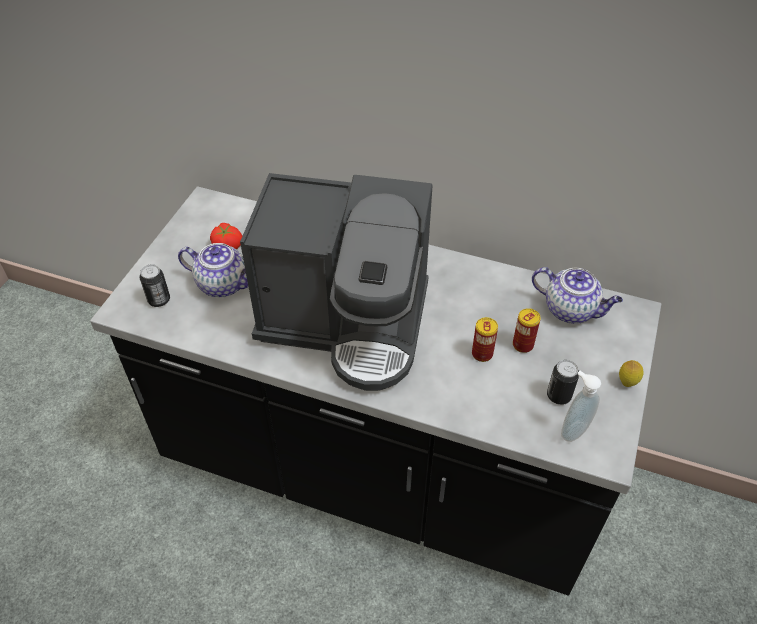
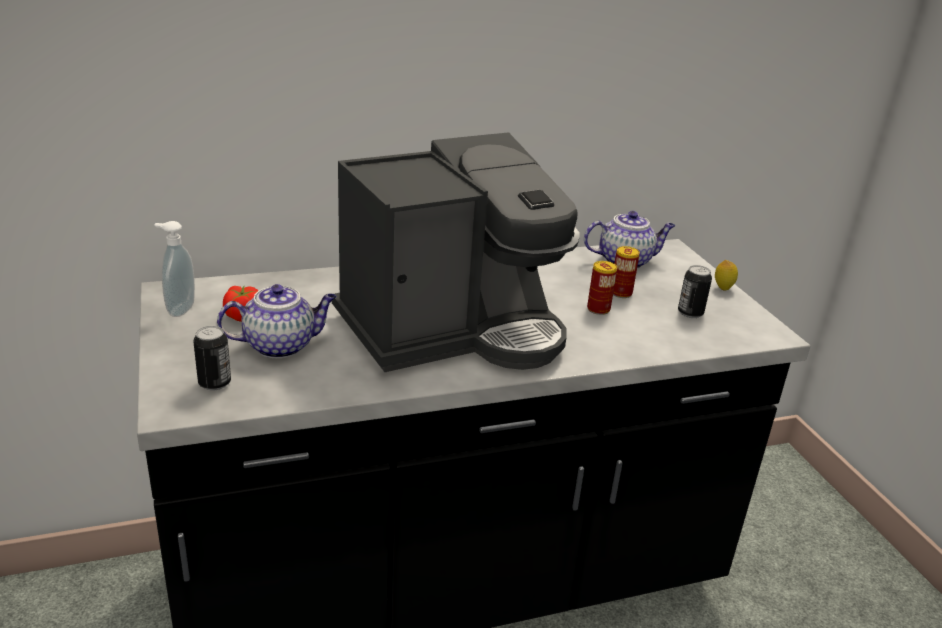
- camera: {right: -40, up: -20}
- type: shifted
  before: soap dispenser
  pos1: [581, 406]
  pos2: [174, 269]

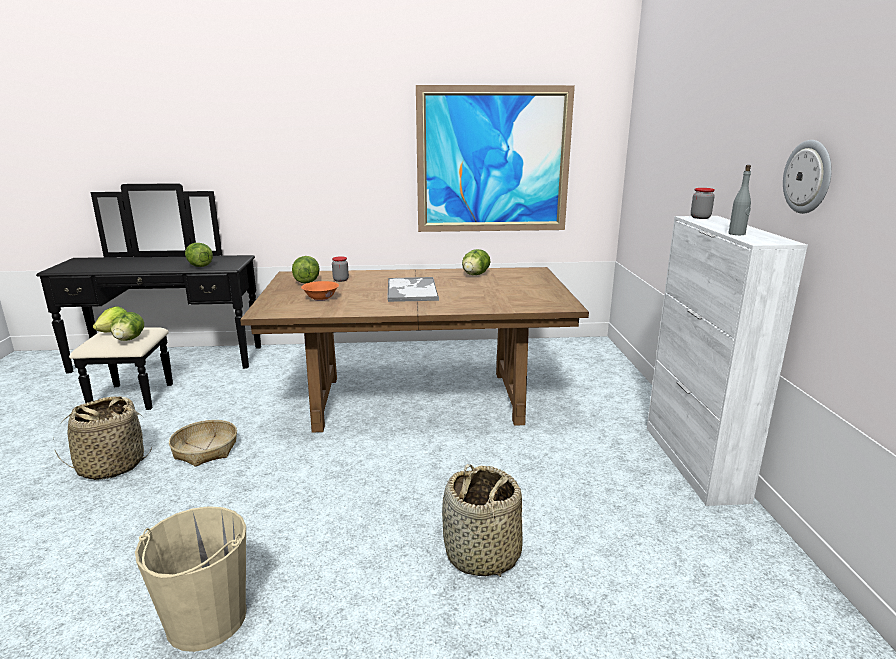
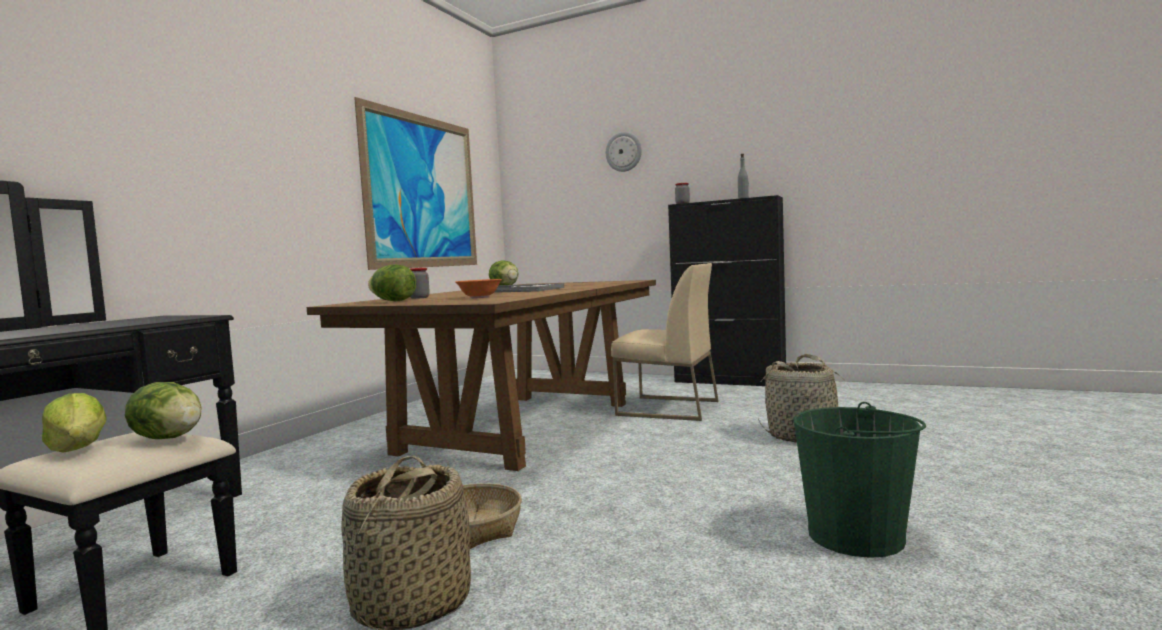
- camera: {right: -60, up: -15}
- type: shifted
  before: wall clock
  pos1: [807, 177]
  pos2: [624, 152]
- type: new
  after: beige chair
  pos2: [665, 342]
- type: repainted
  before: white cabinet
  after: black cabinet
  pos1: [727, 361]
  pos2: [727, 290]
- type: repainted
  before: beige bucket
  after: green bucket
  pos1: [191, 579]
  pos2: [859, 480]
- type: gone
  before: lettuce
  pos1: [199, 255]

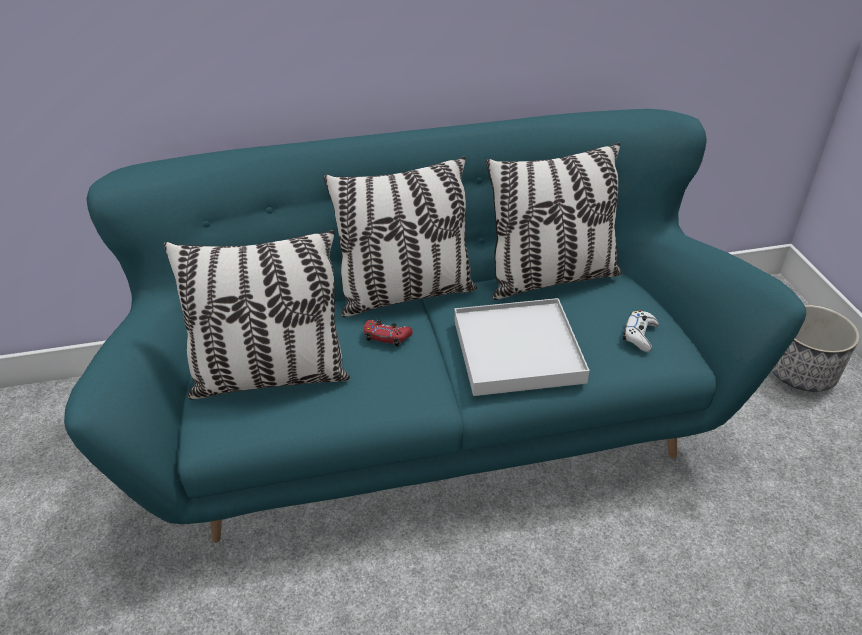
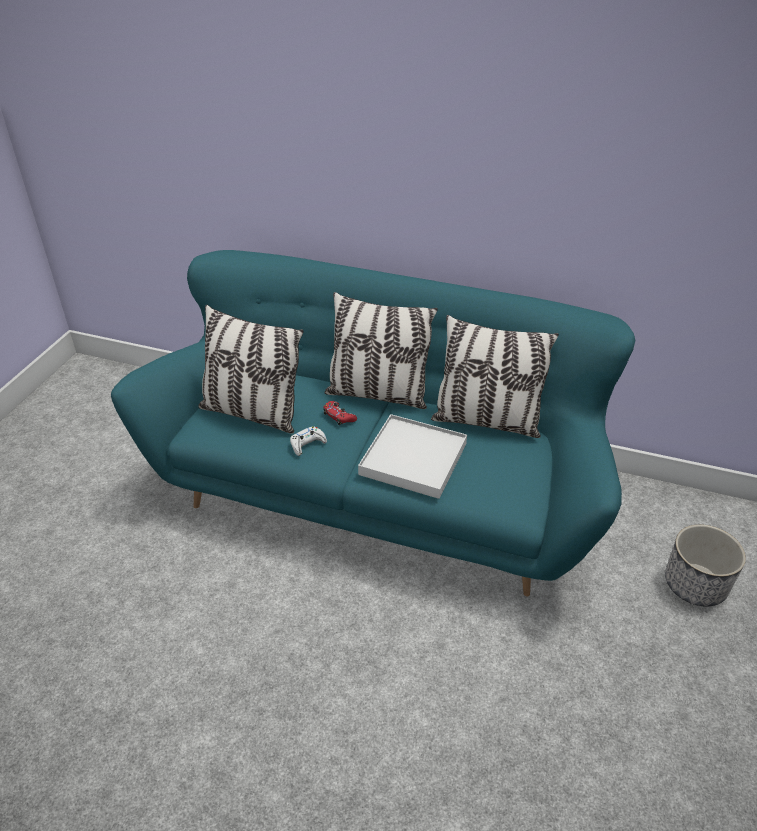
- camera: {right: 30, up: 0}
- type: shifted
  before: white game controller
  pos1: [641, 331]
  pos2: [308, 441]

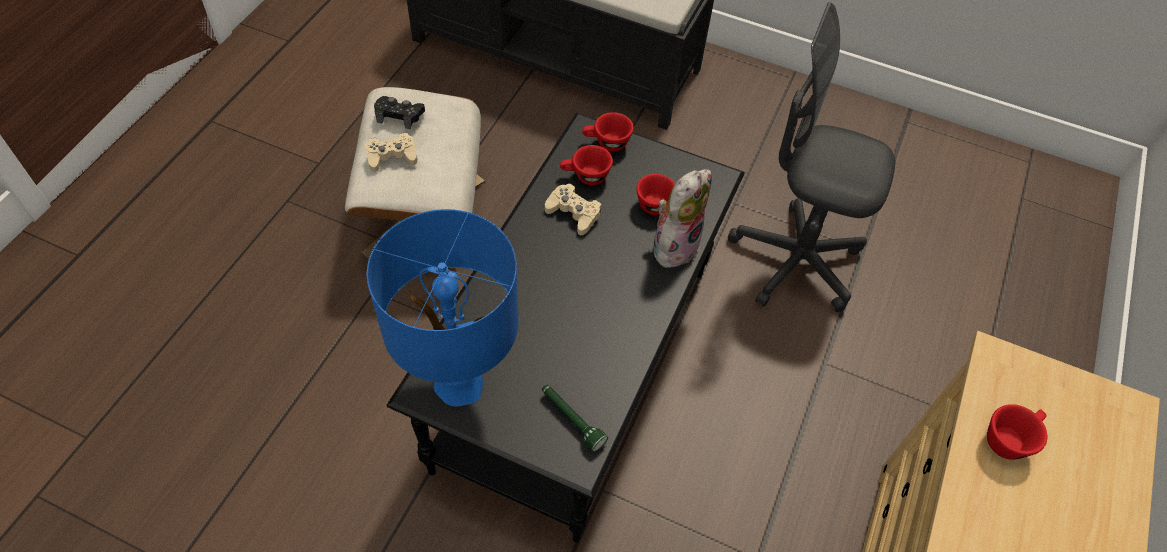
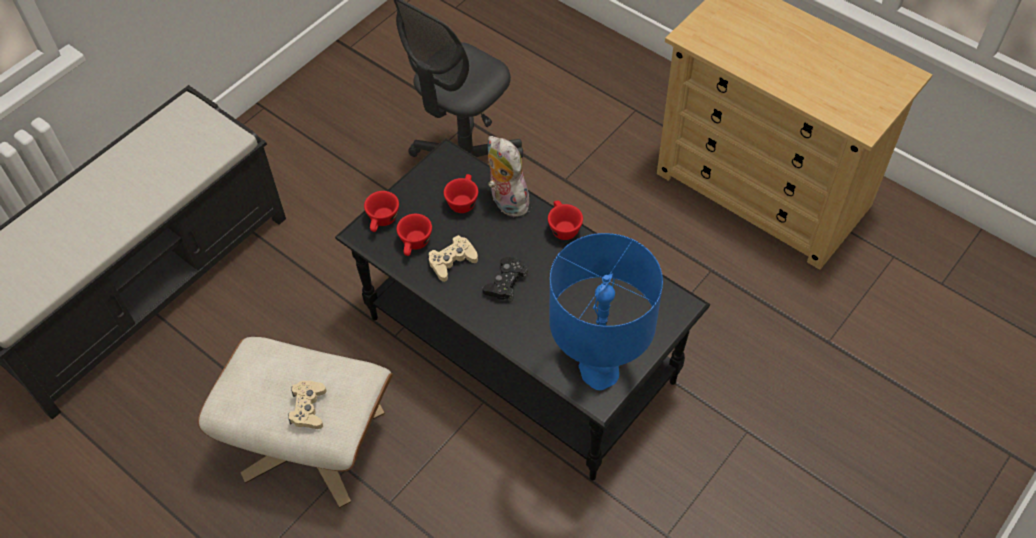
- camera: {right: -70, up: 0}
- type: shifted
  before: black game controller
  pos1: [399, 112]
  pos2: [505, 279]
- type: shifted
  before: red cup
  pos1: [1017, 432]
  pos2: [565, 220]
- type: gone
  before: green flashlight
  pos1: [575, 418]

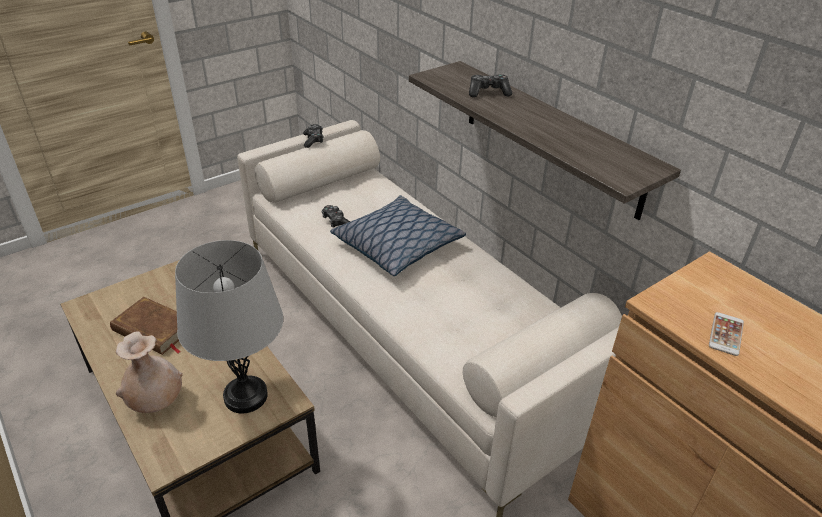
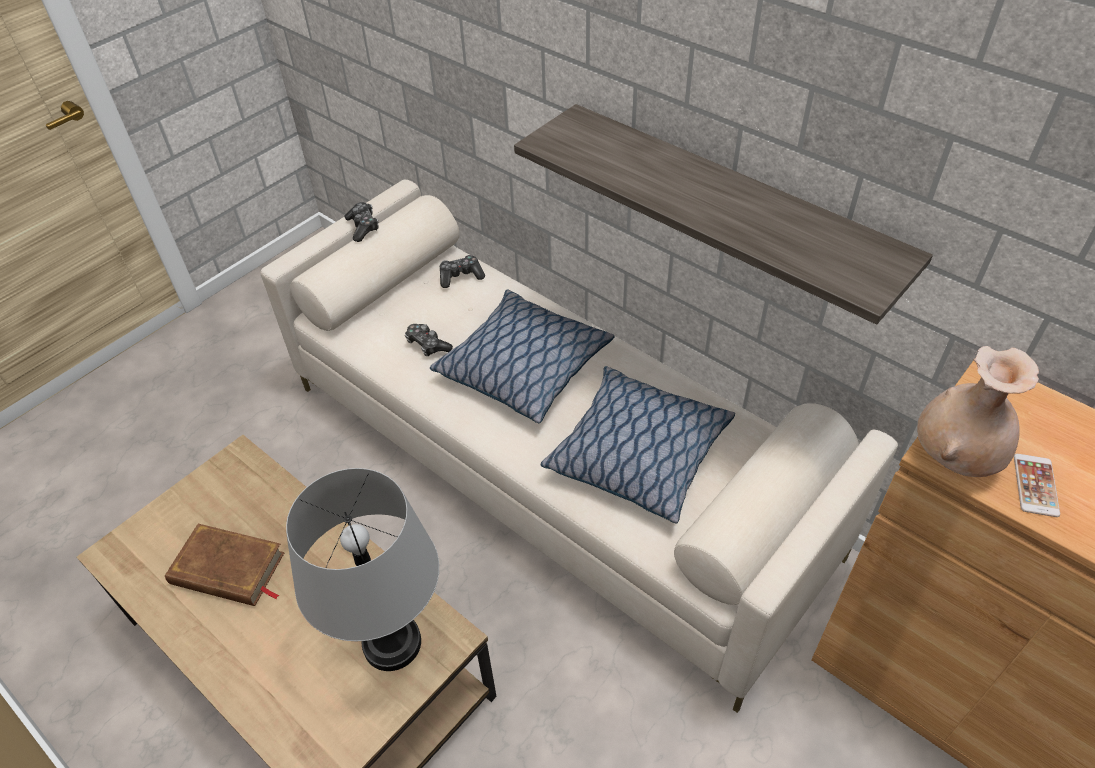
- camera: {right: -10, up: 10}
- type: shifted
  before: game controller
  pos1: [490, 85]
  pos2: [462, 271]
- type: new
  after: pillow
  pos2: [638, 445]
- type: shifted
  before: beige vase
  pos1: [149, 372]
  pos2: [978, 411]

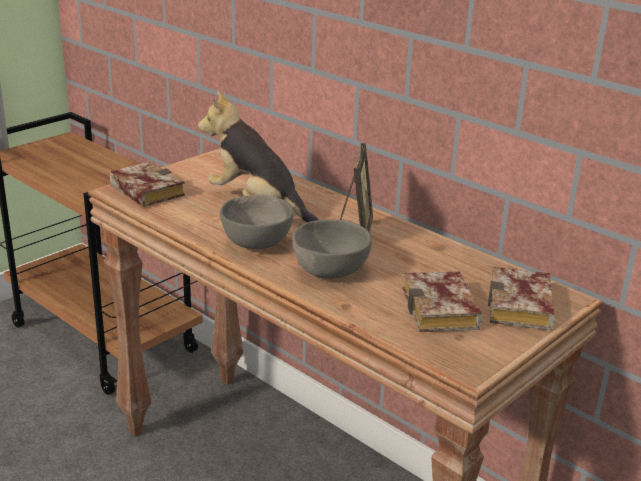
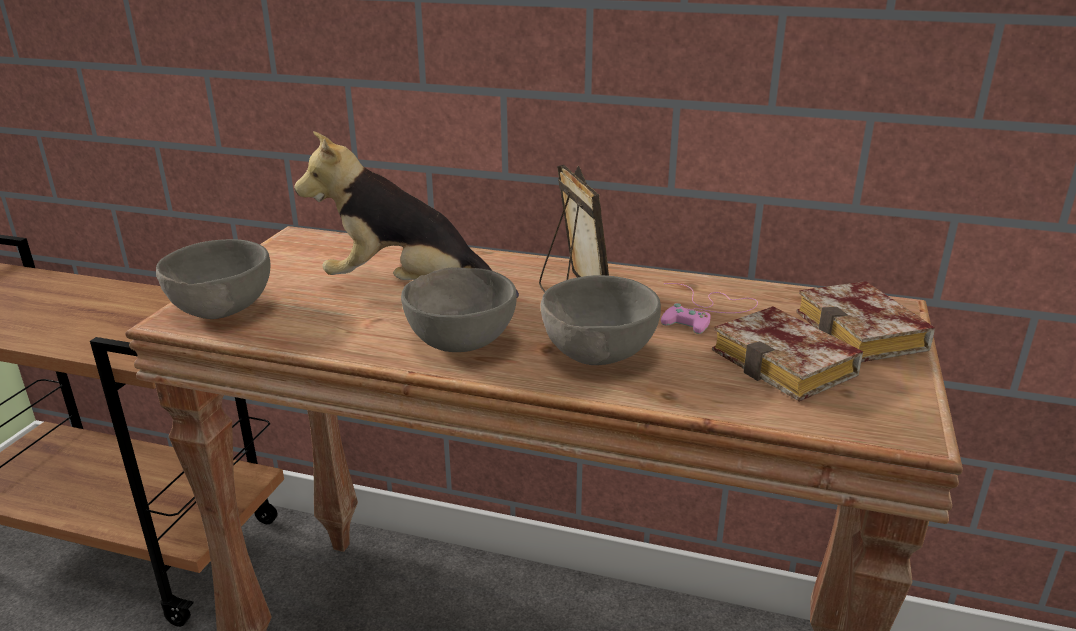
- camera: {right: -25, up: 0}
- type: swapped
  before: book
  after: grey bowl
  pos1: [147, 184]
  pos2: [213, 279]
- type: new
  after: pink game controller
  pos2: [709, 308]

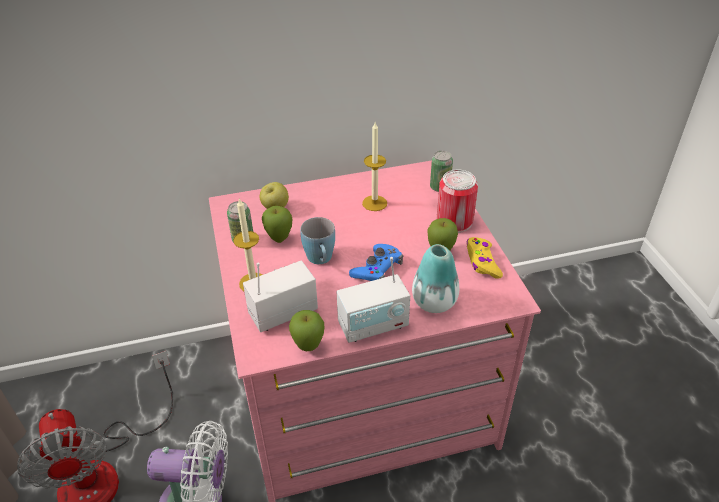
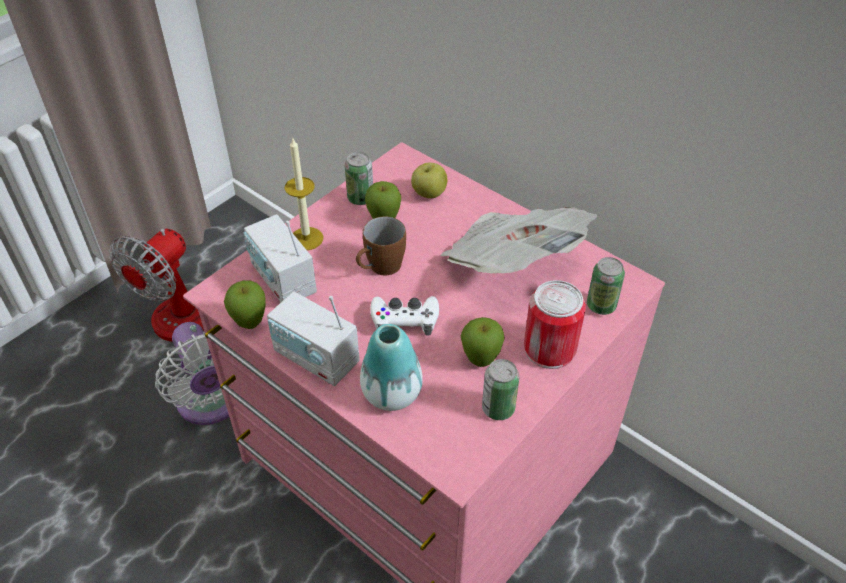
- camera: {right: 55, up: 5}
- type: rotated
  before: radio
  pos1: [280, 296]
  pos2: [280, 258]
  turn: -150
- type: repainted
  before: blue mug
  after: brown mug
  pos1: [317, 240]
  pos2: [381, 245]
- type: repainted
  before: blue game controller
  after: white game controller
  pos1: [376, 262]
  pos2: [404, 316]
- type: swapped
  before: candle
  after: newspaper
  pos1: [374, 166]
  pos2: [518, 240]
- type: swapped
  before: yellow game controller
  after: can
  pos1: [484, 258]
  pos2: [501, 389]

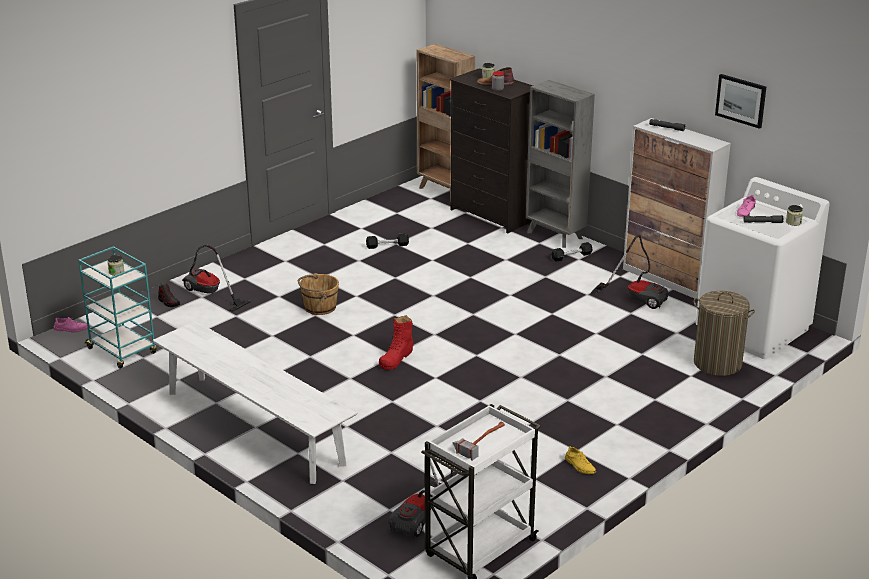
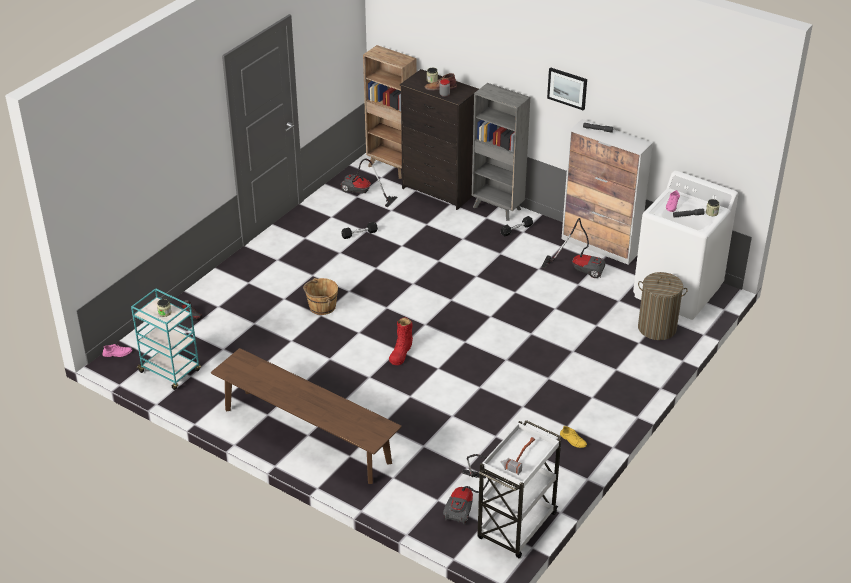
- camera: {right: -10, up: 10}
- type: repainted
  before: white bench
  after: brown bench
  pos1: [255, 402]
  pos2: [306, 416]
- type: shifted
  before: vacuum cleaner
  pos1: [216, 278]
  pos2: [369, 183]
- type: shifted
  before: picture
  pos1: [740, 101]
  pos2: [567, 88]

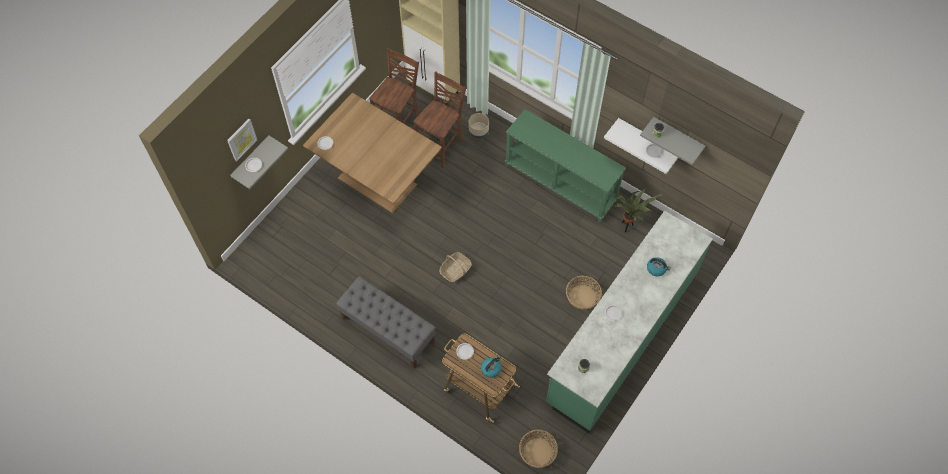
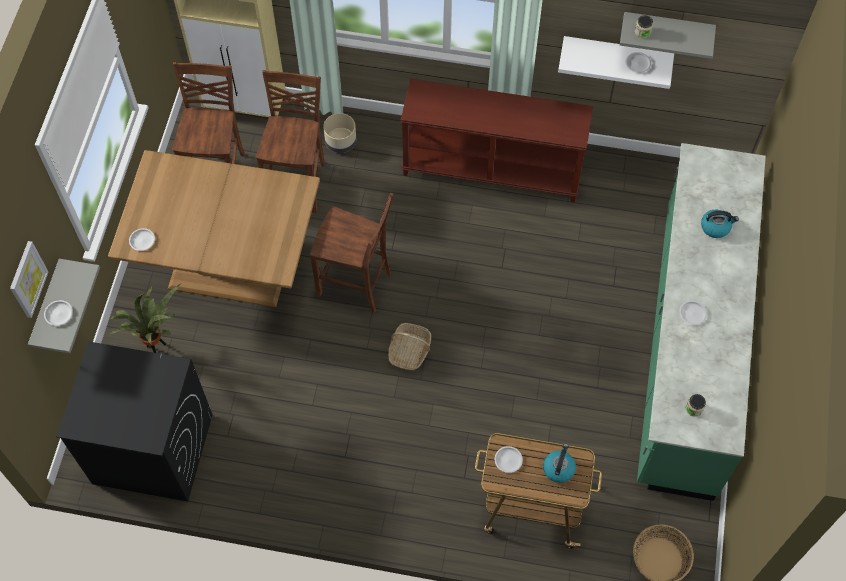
- camera: {right: -25, up: 0}
- type: new
  after: black washing machine
  pos2: [134, 421]
- type: shifted
  before: potted plant
  pos1: [637, 210]
  pos2: [144, 318]
- type: new
  after: brown chair
  pos2: [351, 253]
- type: repainted
  before: green console table
  after: brown console table
  pos1: [565, 166]
  pos2: [497, 141]
- type: gone
  before: grey bench
  pos1: [386, 322]
- type: gone
  before: basket
  pos1: [584, 293]

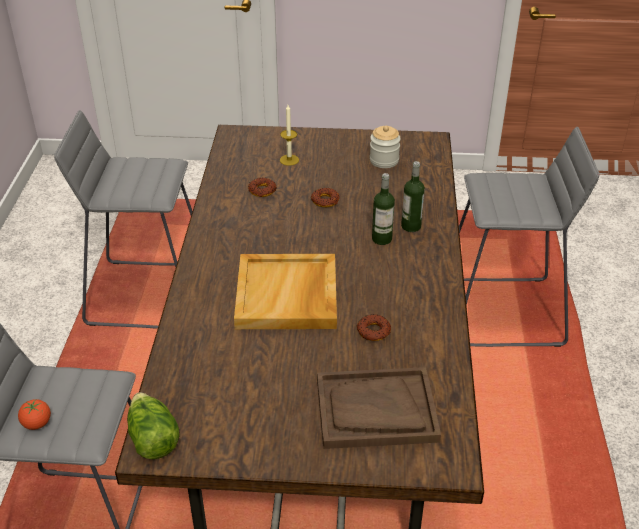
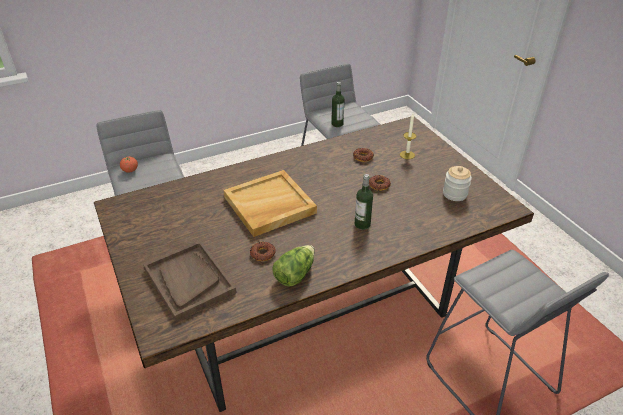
- camera: {right: 60, up: 0}
- type: shifted
  before: lettuce
  pos1: [153, 425]
  pos2: [293, 265]
- type: shifted
  before: bottle
  pos1: [413, 196]
  pos2: [337, 104]

